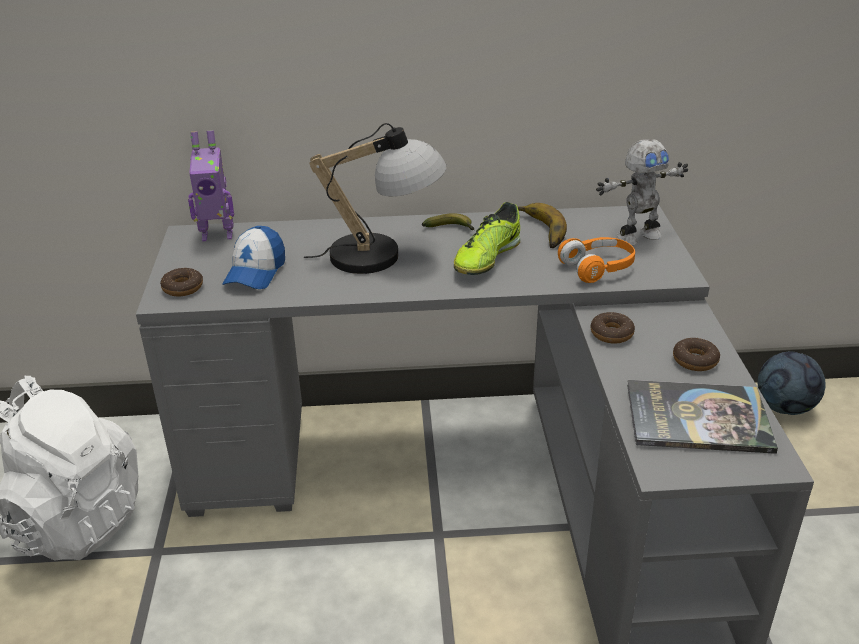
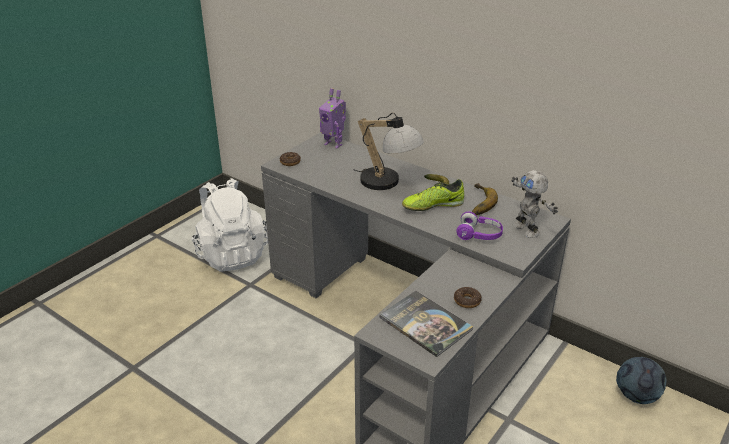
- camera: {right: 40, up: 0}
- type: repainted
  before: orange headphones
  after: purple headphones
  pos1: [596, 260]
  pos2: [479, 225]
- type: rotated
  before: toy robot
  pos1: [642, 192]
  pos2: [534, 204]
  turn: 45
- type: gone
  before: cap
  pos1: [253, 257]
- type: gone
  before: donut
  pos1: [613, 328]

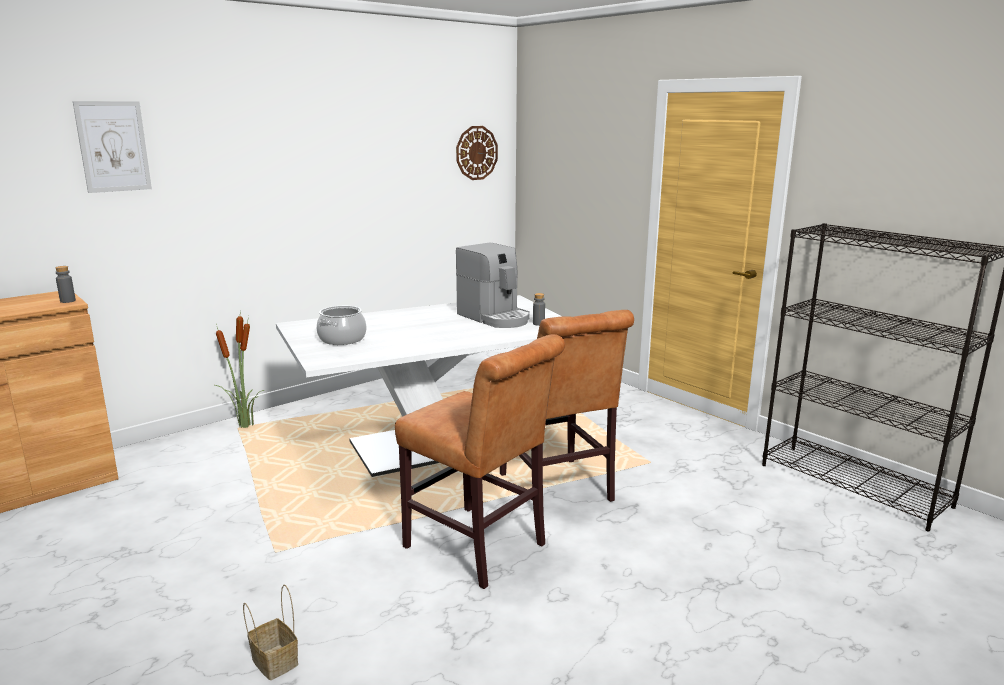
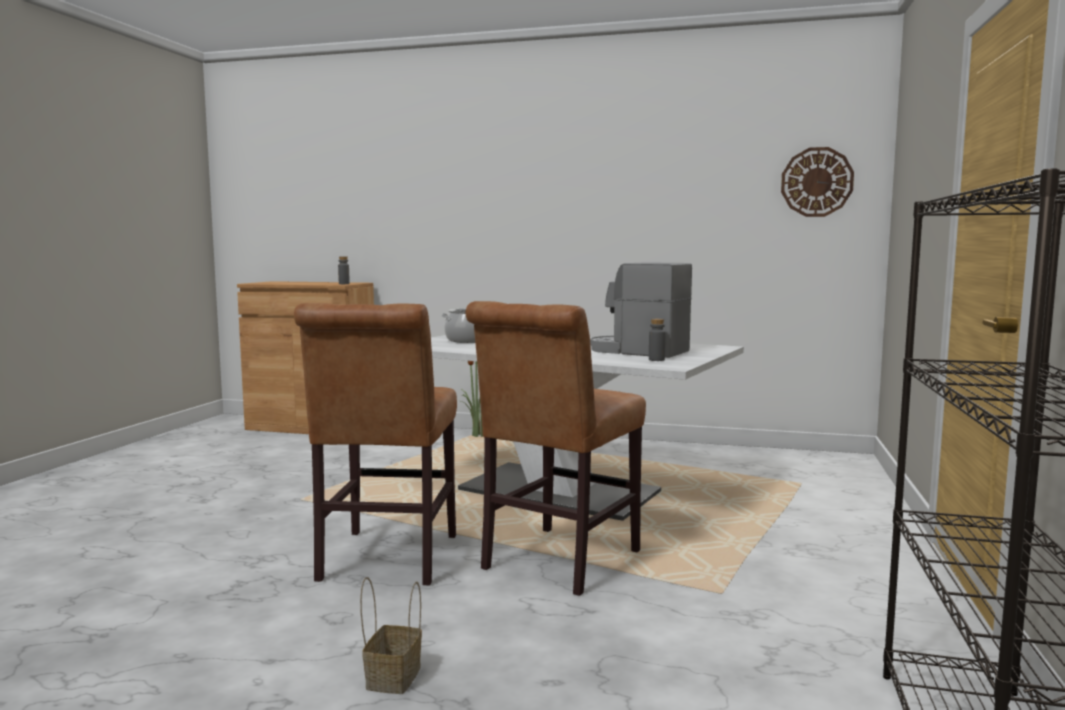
- camera: {right: 55, up: -10}
- type: shifted
  before: basket
  pos1: [270, 632]
  pos2: [391, 635]
- type: rotated
  before: coffee machine
  pos1: [493, 285]
  pos2: [641, 310]
  turn: 105
- type: gone
  before: picture
  pos1: [112, 147]

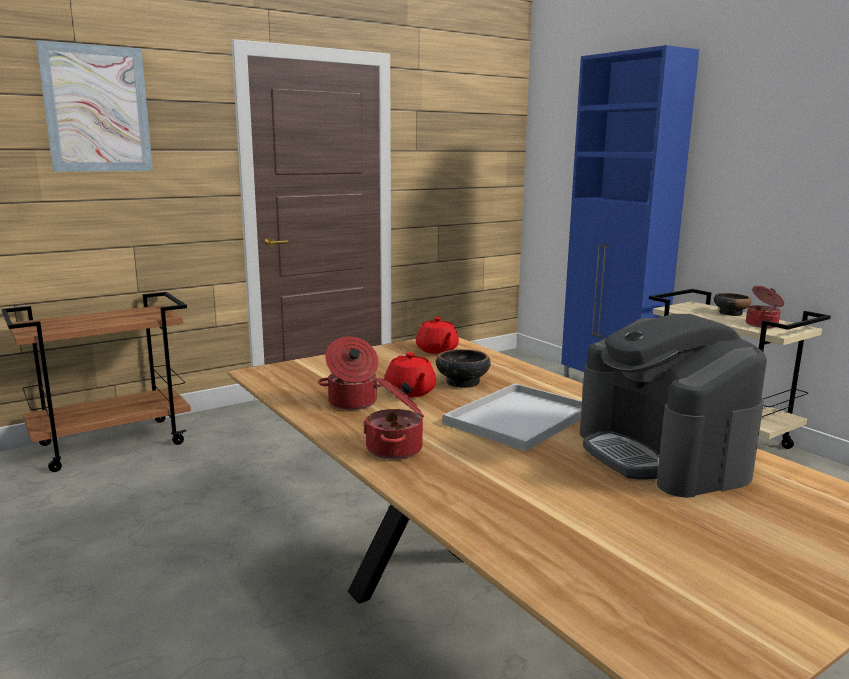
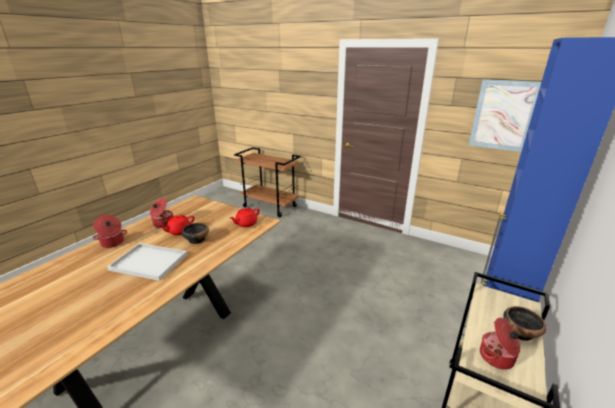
- camera: {right: 65, up: 10}
- type: shifted
  before: picture
  pos1: [94, 106]
  pos2: [505, 115]
- type: gone
  before: coffee machine
  pos1: [673, 406]

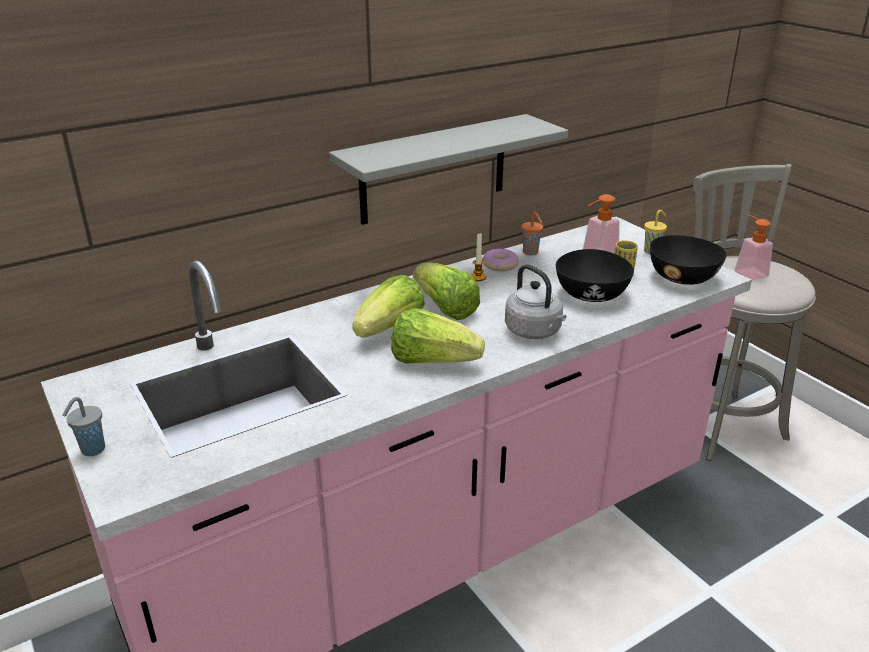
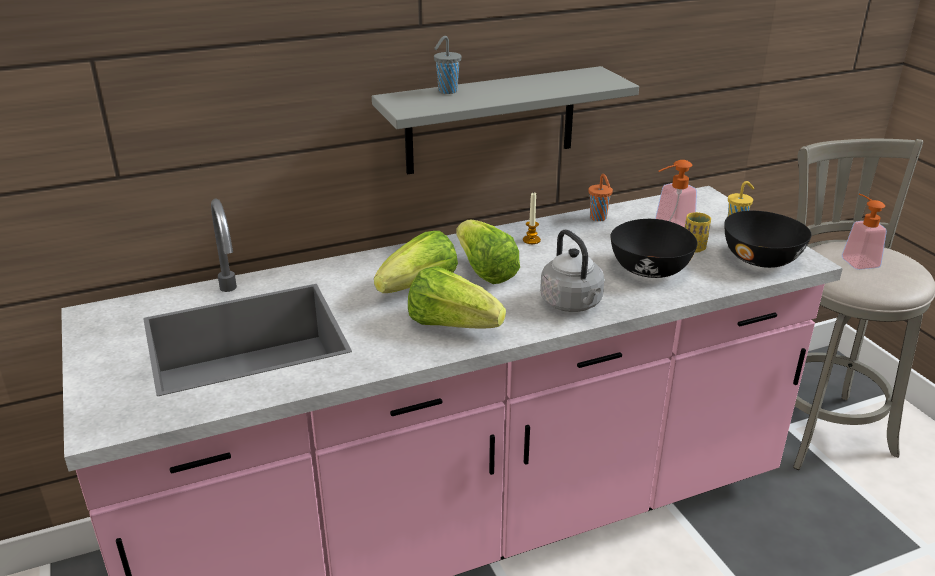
- camera: {right: 10, up: 0}
- type: shifted
  before: grey cup
  pos1: [83, 426]
  pos2: [447, 65]
- type: gone
  before: donut
  pos1: [500, 260]

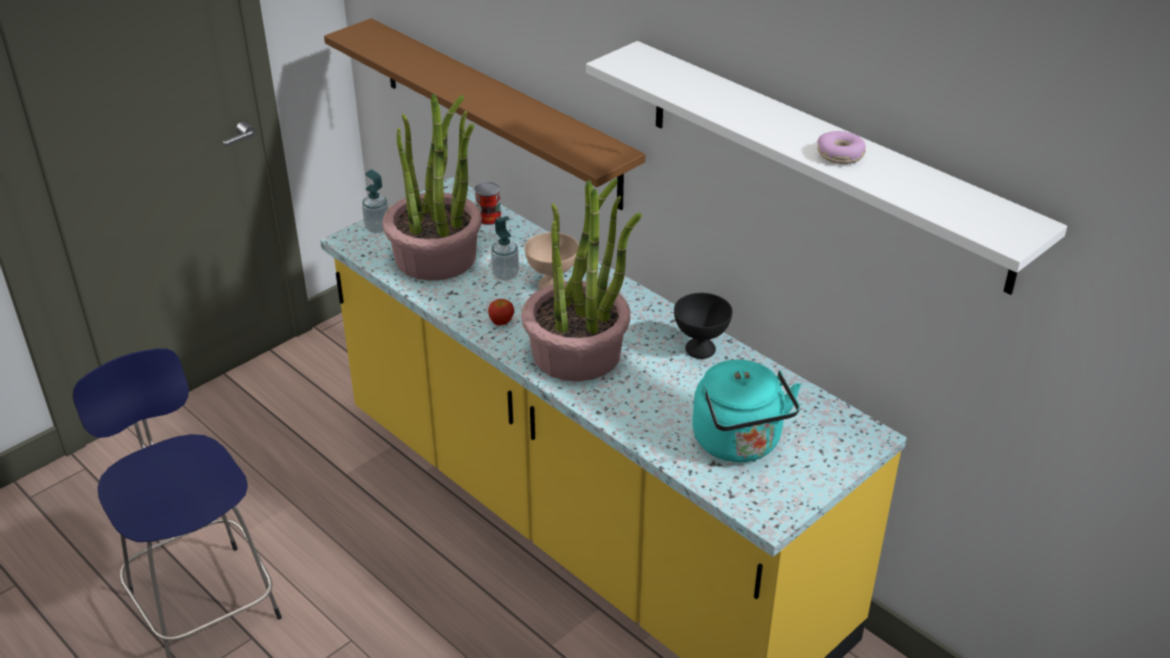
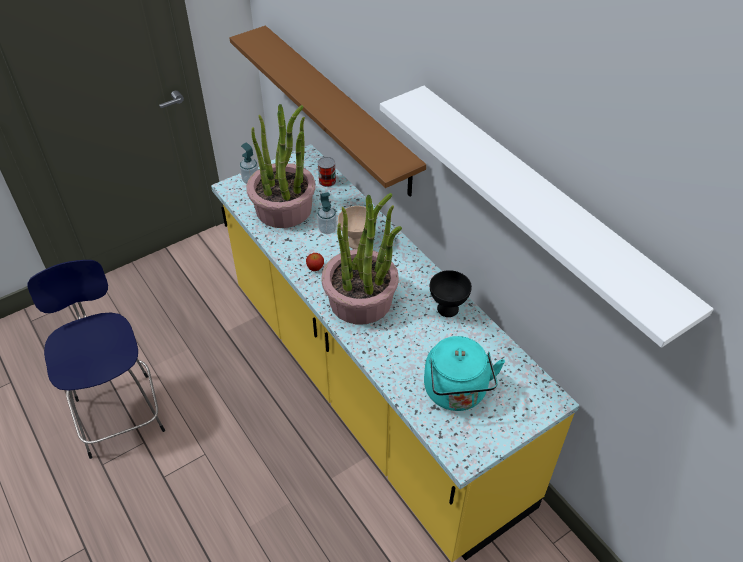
- camera: {right: 10, up: 10}
- type: gone
  before: donut
  pos1: [841, 147]

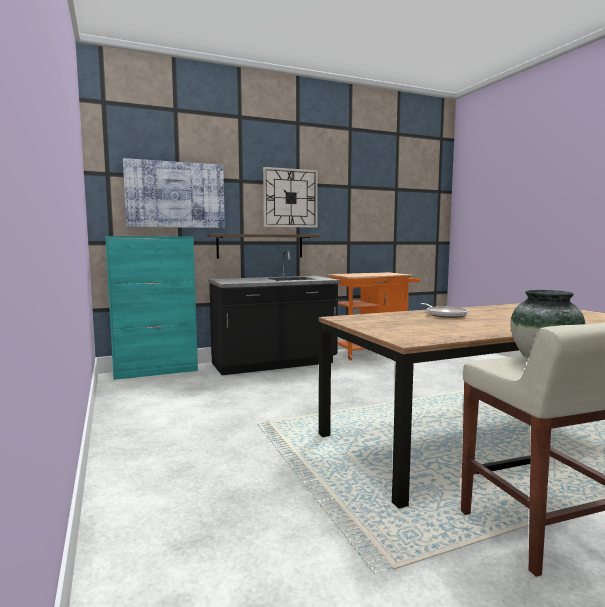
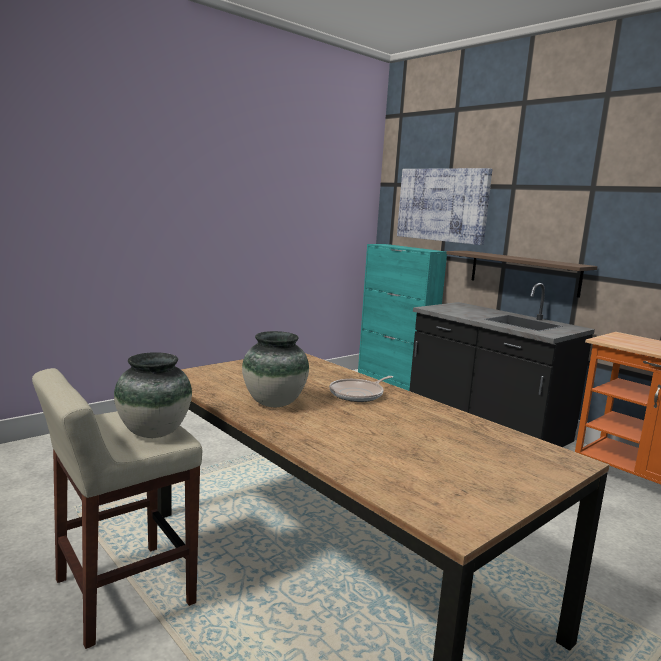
- camera: {right: 70, up: 5}
- type: new
  after: vase
  pos2: [275, 369]
- type: gone
  before: wall clock
  pos1: [290, 197]

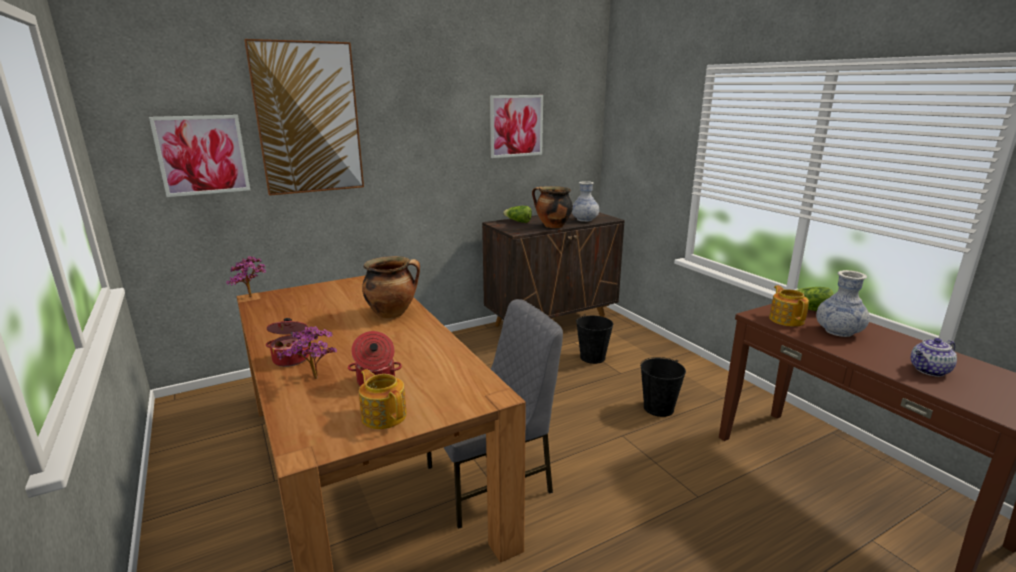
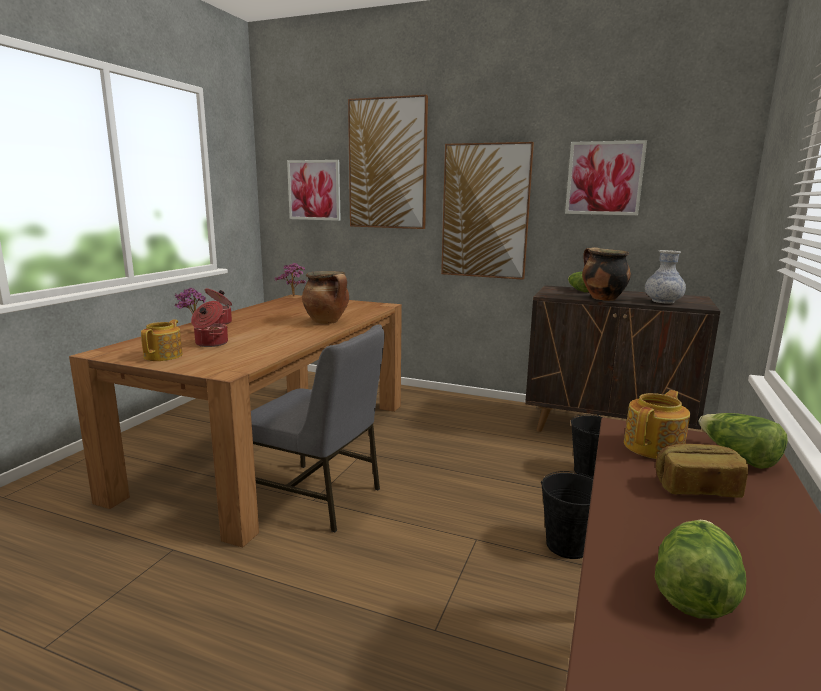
- camera: {right: 50, up: -5}
- type: new
  after: picture
  pos2: [487, 211]
- type: swapped
  before: vase
  after: bread
  pos1: [843, 303]
  pos2: [701, 471]
- type: swapped
  before: teapot
  after: lettuce
  pos1: [934, 357]
  pos2: [700, 569]

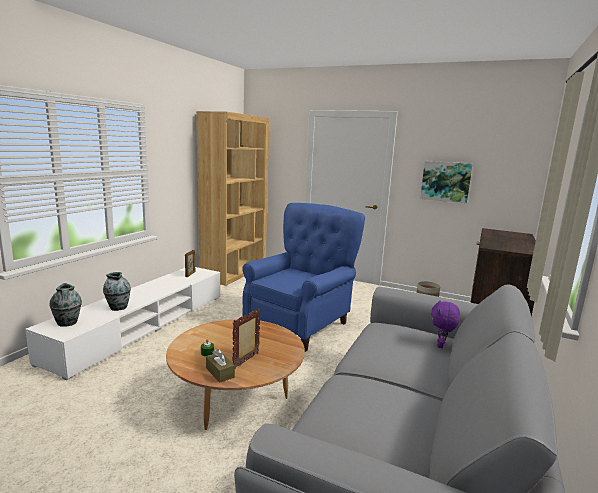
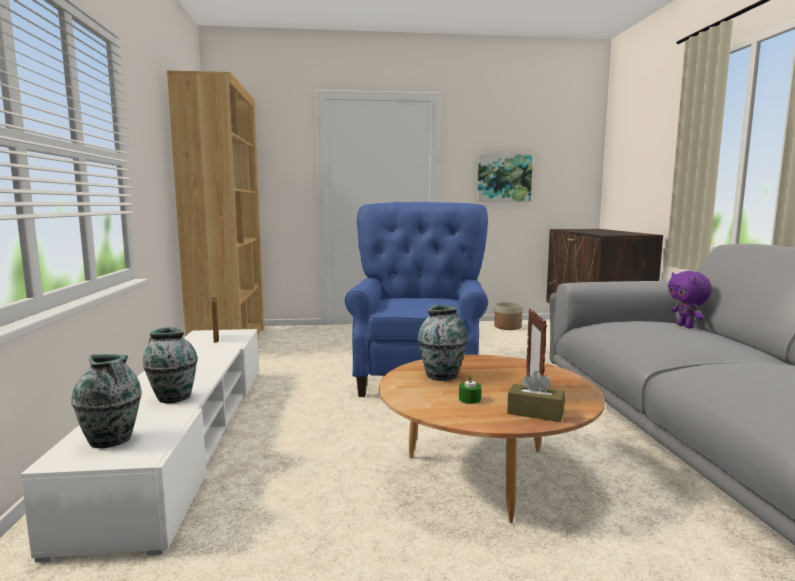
- camera: {right: -30, up: -5}
- type: new
  after: vase
  pos2: [443, 343]

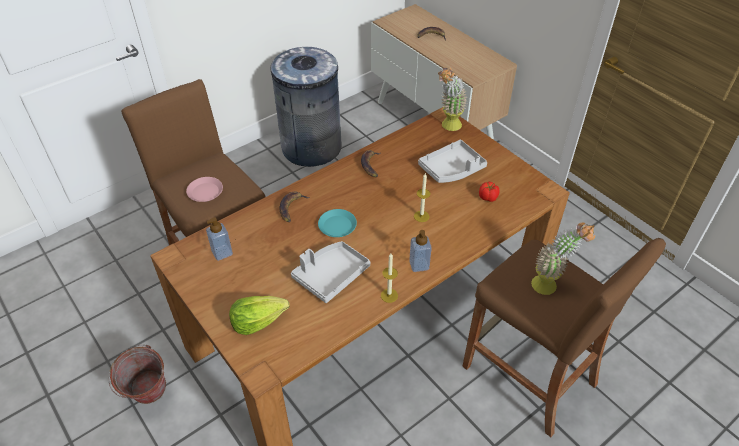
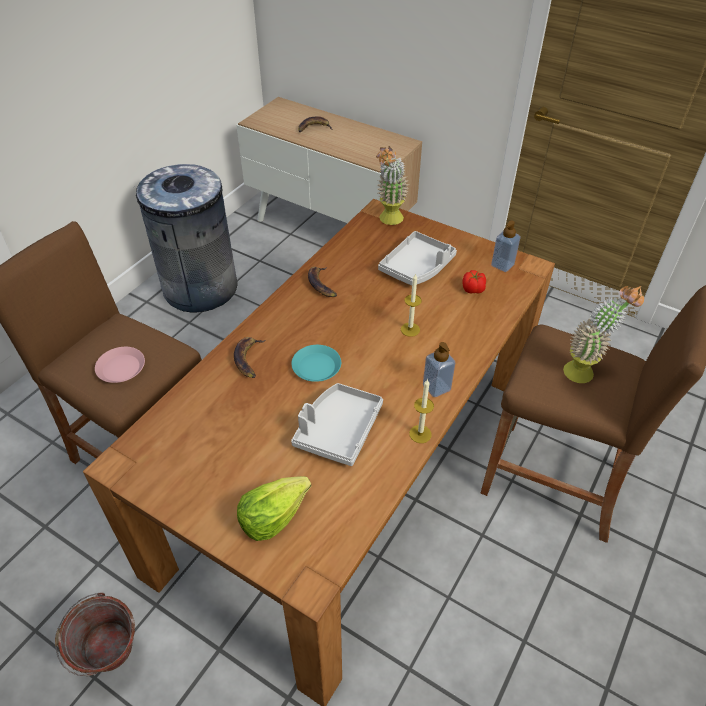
- camera: {right: -20, up: 0}
- type: shifted
  before: soap dispenser
  pos1: [219, 239]
  pos2: [506, 246]

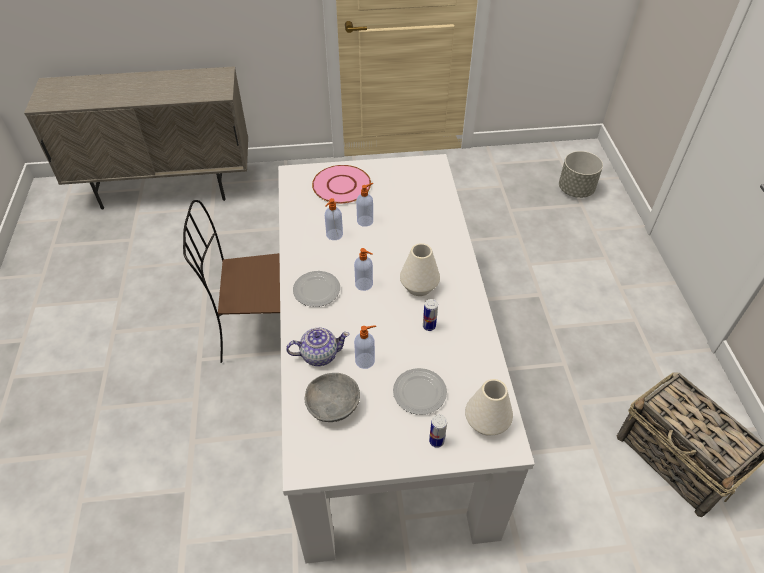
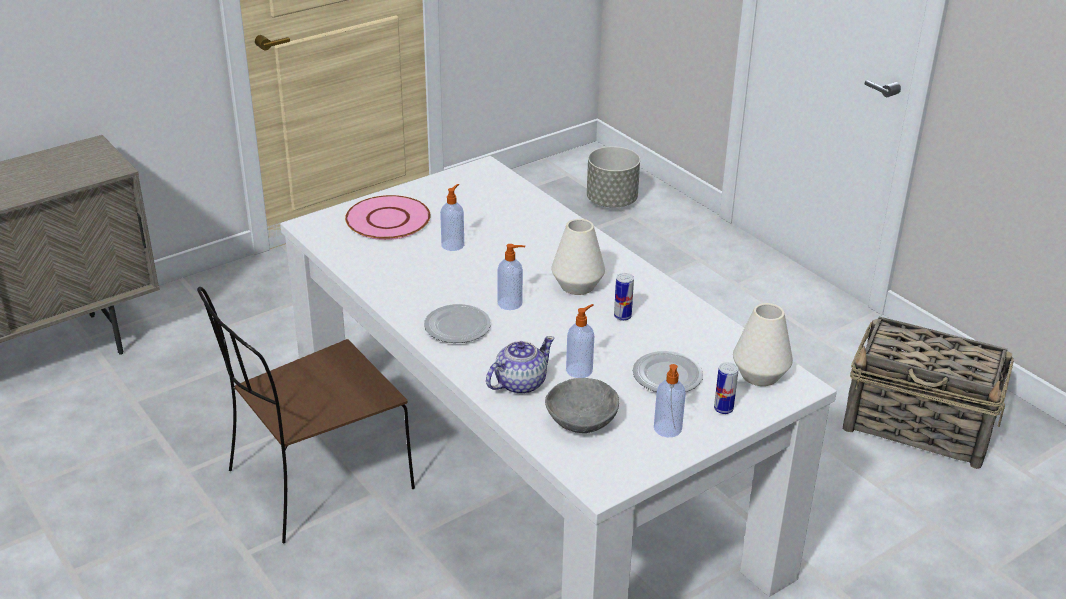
- camera: {right: -30, up: -15}
- type: shifted
  before: soap dispenser
  pos1: [334, 219]
  pos2: [670, 400]

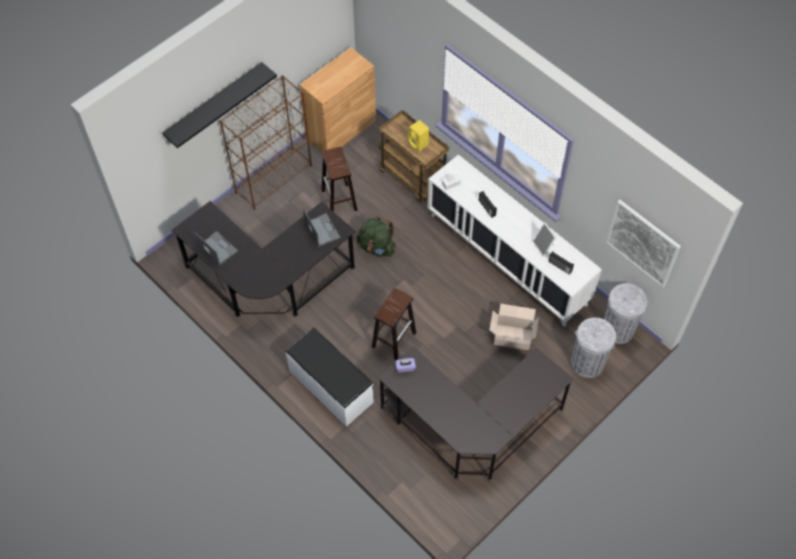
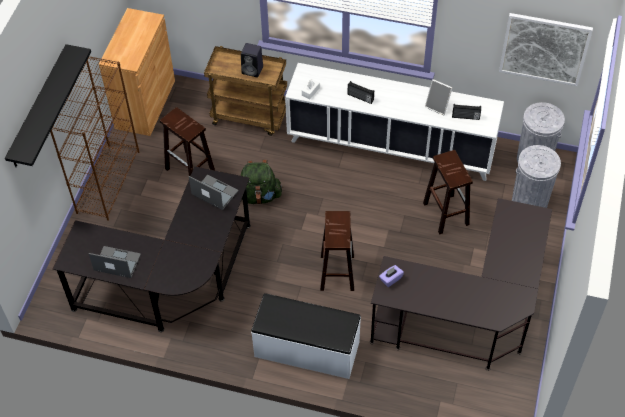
- camera: {right: -30, up: -5}
- type: repainted
  before: yellow speaker
  after: black speaker
  pos1: [418, 136]
  pos2: [252, 60]
- type: swapped
  before: cardboard box
  after: brown stool
  pos1: [514, 327]
  pos2: [448, 192]

